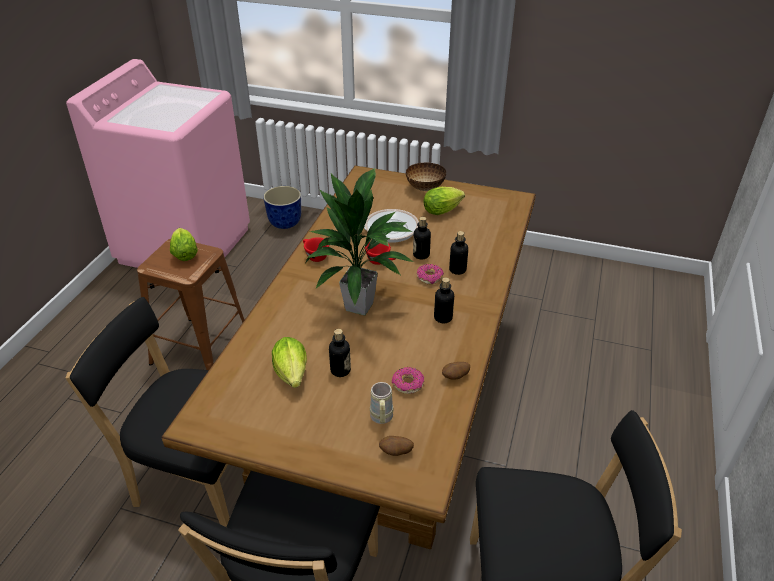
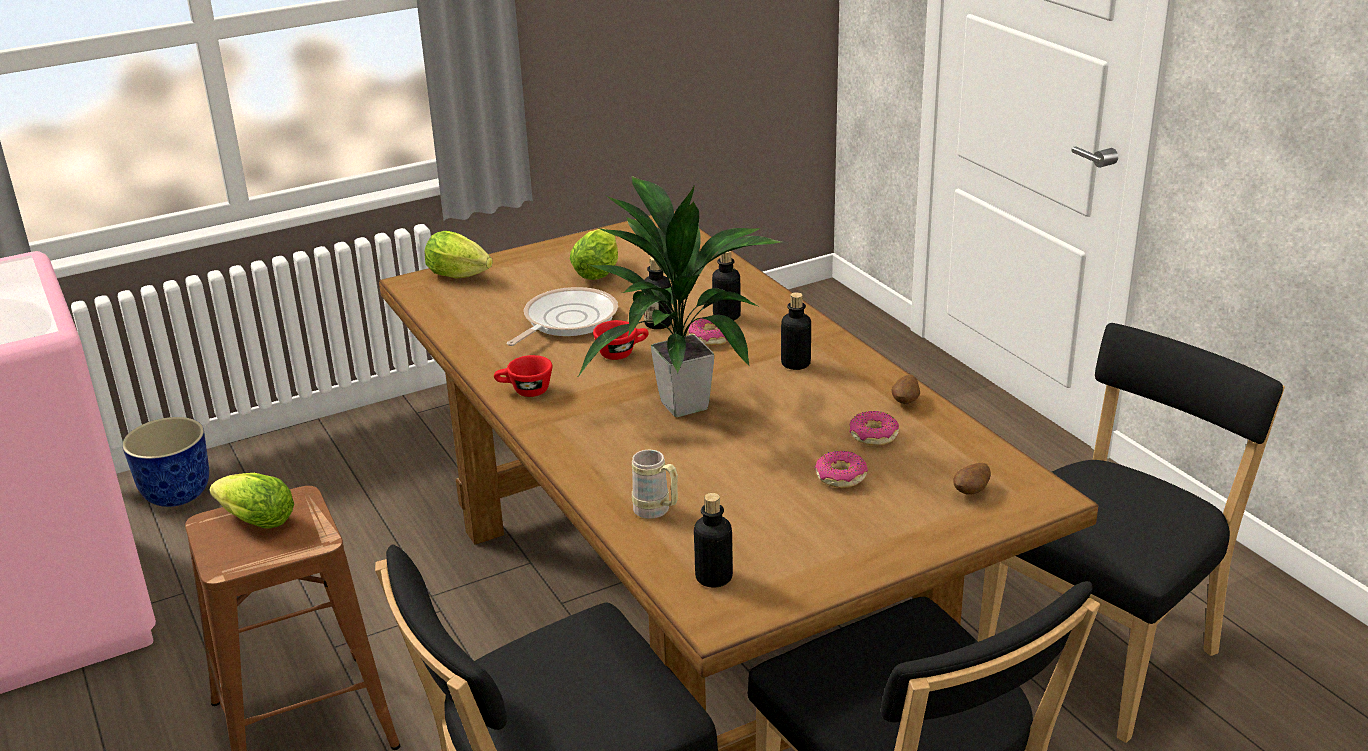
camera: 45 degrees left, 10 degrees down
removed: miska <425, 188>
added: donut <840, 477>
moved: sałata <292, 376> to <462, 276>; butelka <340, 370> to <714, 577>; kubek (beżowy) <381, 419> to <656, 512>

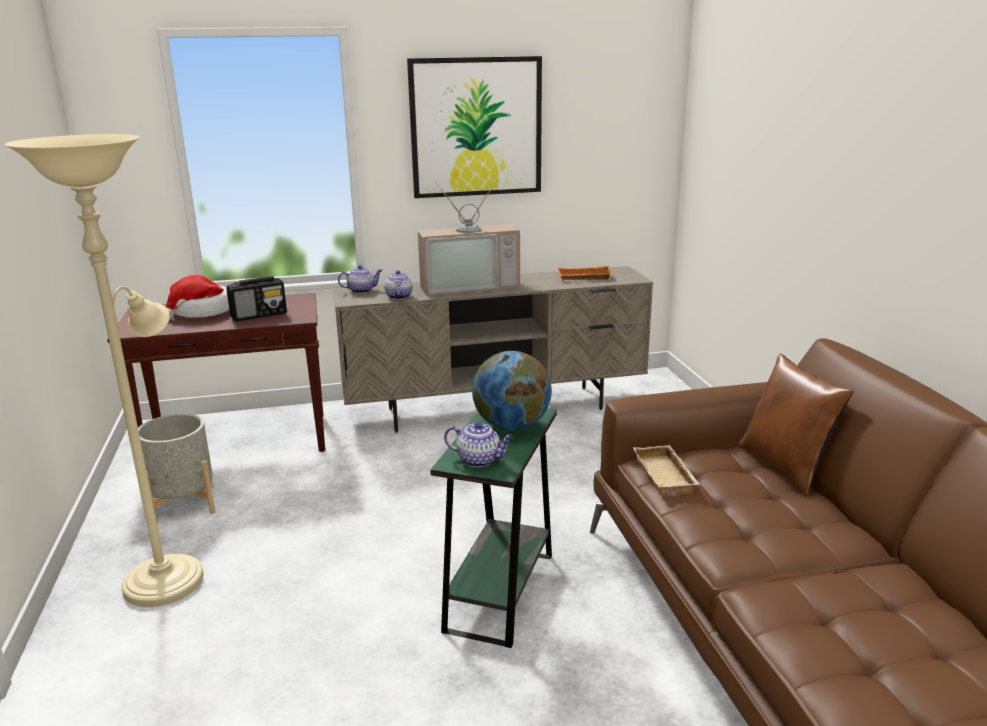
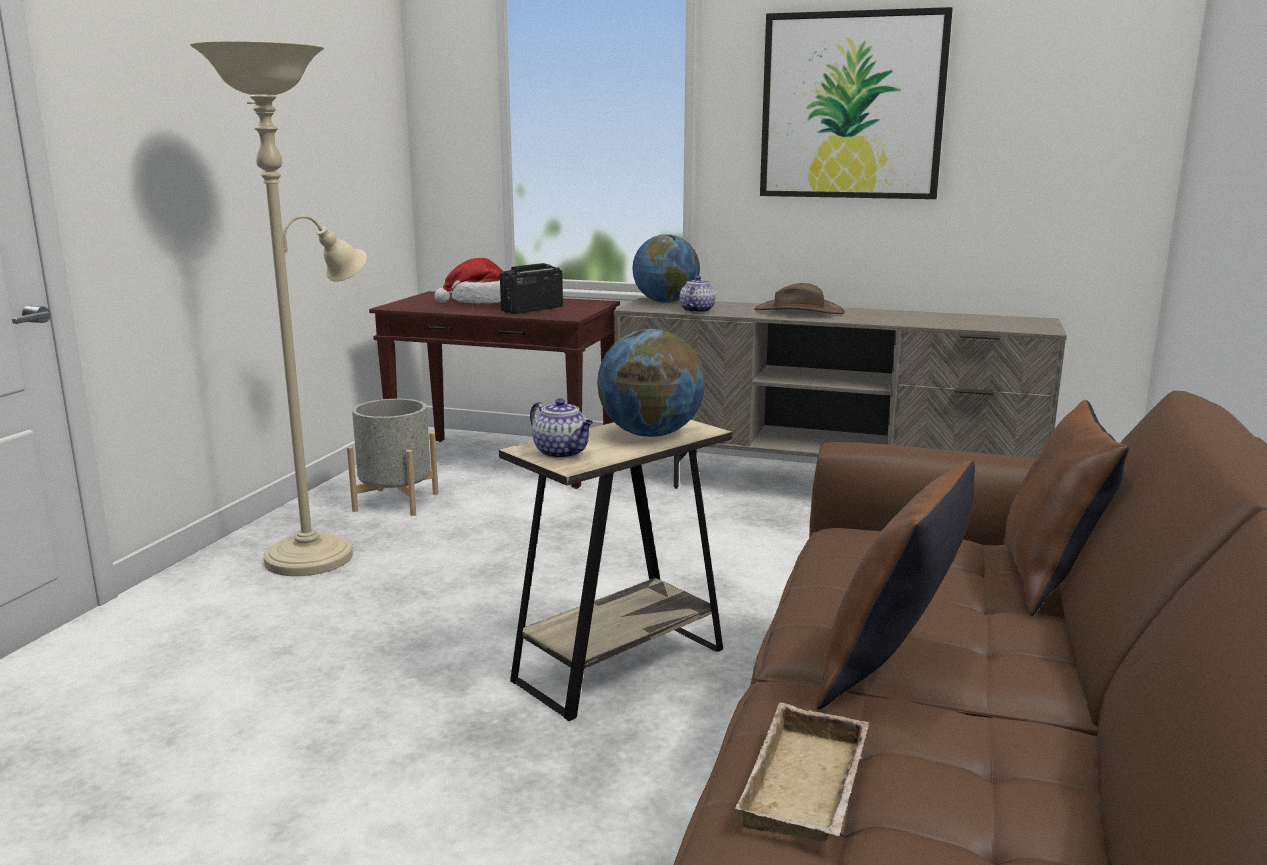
camera: 30 degrees right, 5 degrees down
removed: taca (pomarańczowy) <583, 278>
added: poduszka (brązowy) <891, 672>
moved: taca (beżowy) <666, 475> to <810, 787>
replaced: imbryk <362, 290> to globus <665, 302>; telewizor <469, 285> to kapelusz (brązowy) <799, 311>
recoloured: stolik (zielony) <500, 592> to stolik (beżowy) <620, 665>
turned: radio <259, 315> = <531, 309> 135 degrees clockwise

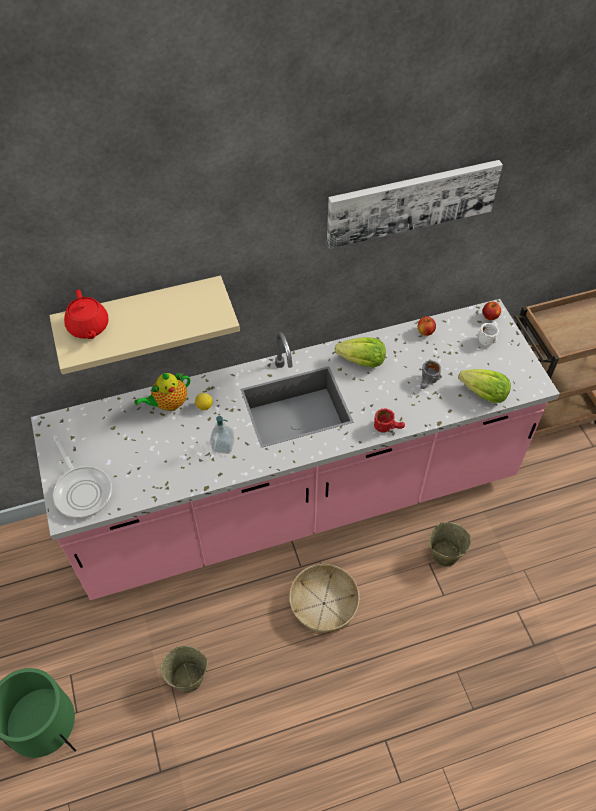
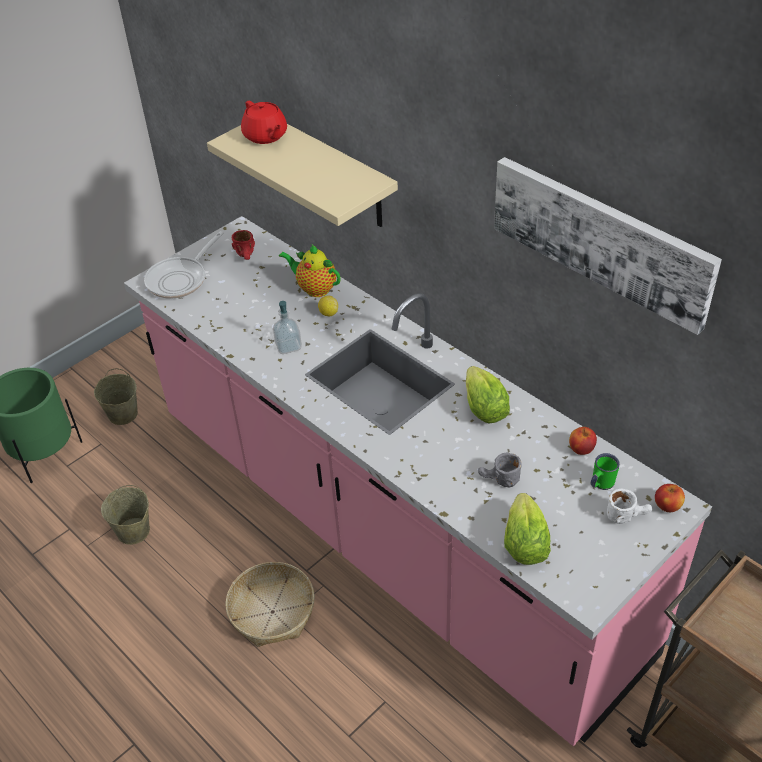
camera: 65 degrees right, 10 degrees down
added: kubek (zielony) <600, 484>
moved: kubek (czerwony) <388, 427> to <247, 256>; wiadro (beżowy) <444, 554> to <122, 414>
turned: imbryk (czerwony) <88, 327> = <265, 136> 75 degrees counterclockwise

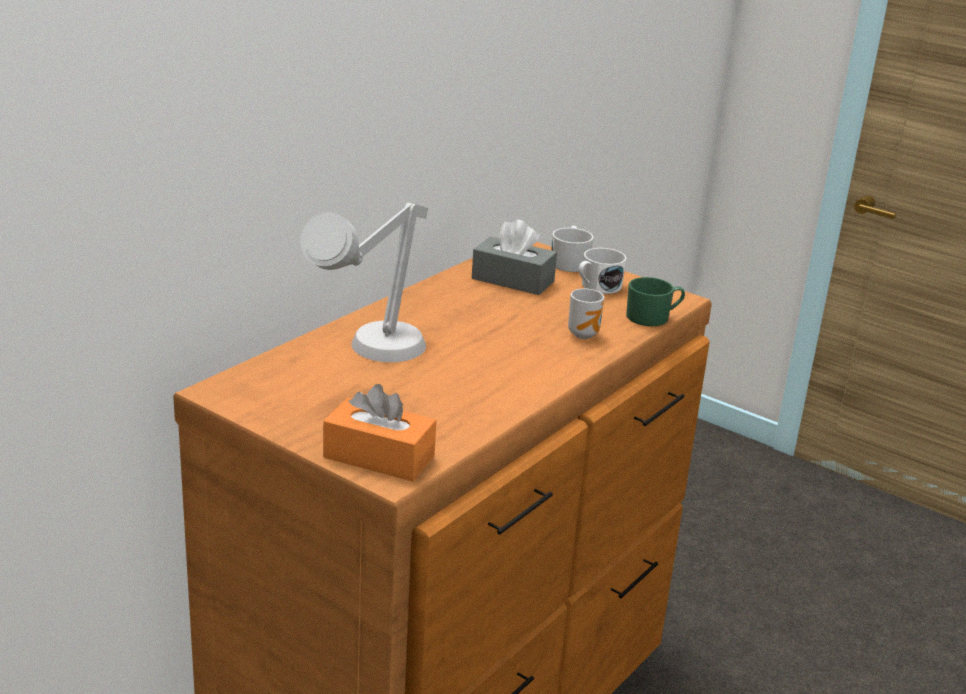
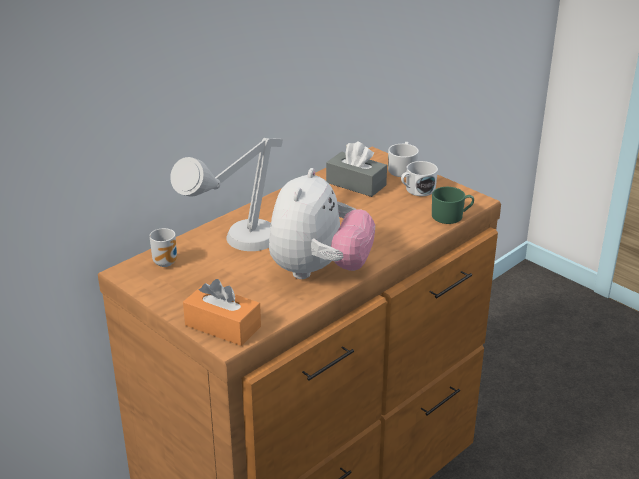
camera: 10 degrees right, 5 degrees up
added: pluszak <319, 271>
moved: kubek <585, 334> to <167, 262>

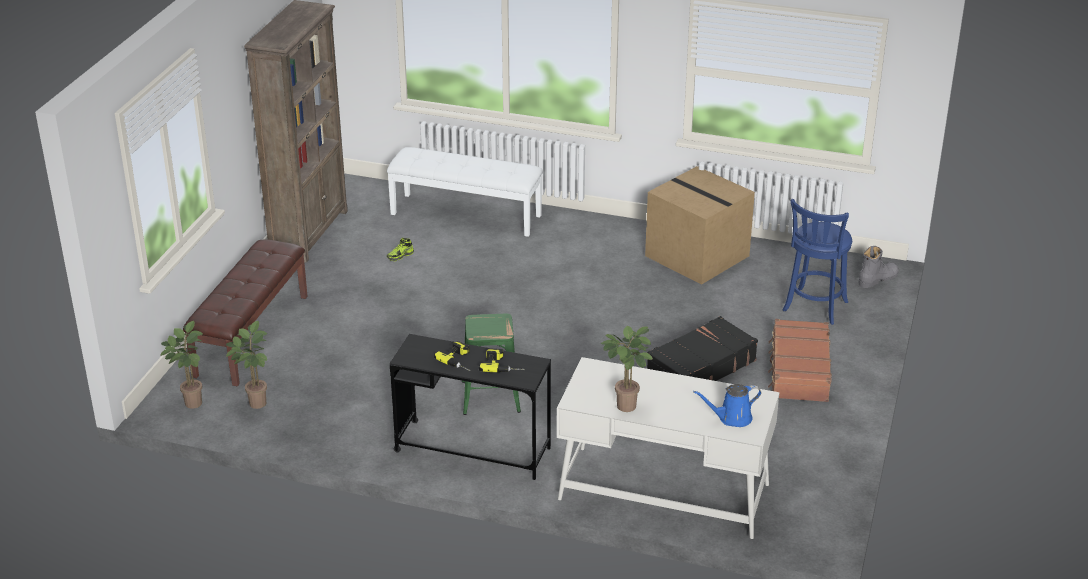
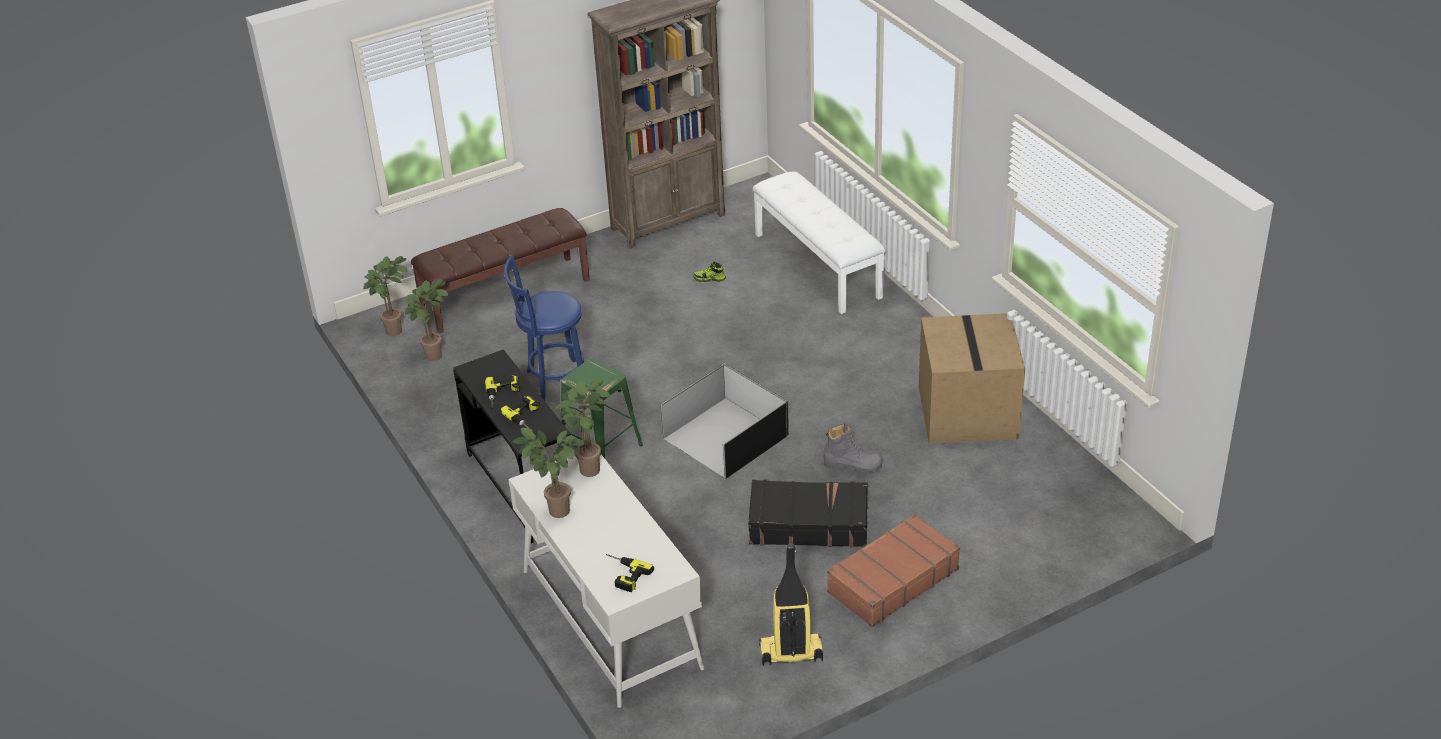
camera: 45 degrees right, 5 degrees up
added: roślina doniczkowa <589, 467>; pojemnik do przechowywania (czarny) <724, 436>; odkurzacz <790, 653>
moved: stołek (niebieski) <814, 308> to <554, 383>; but z cholewką (szary) <877, 279> to <853, 464>
replaced: konewka (niebieski) <731, 418> to wiertarka <622, 574>

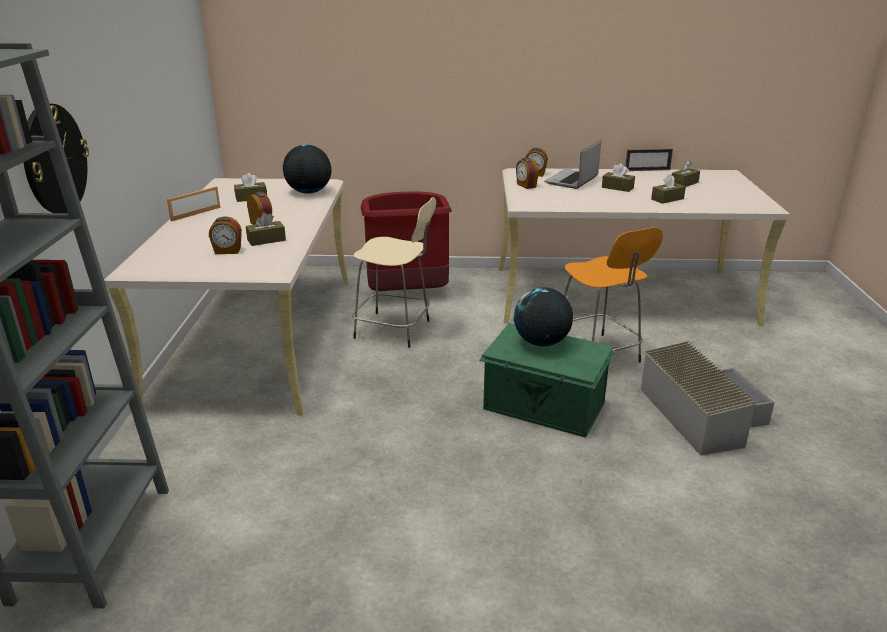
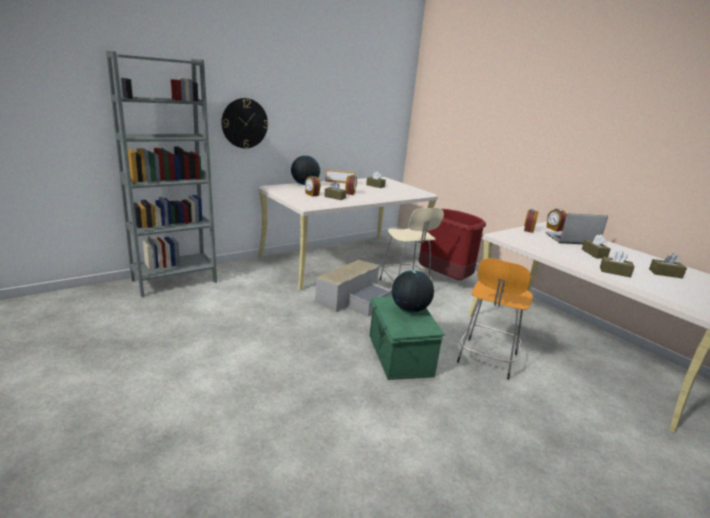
camera: 50 degrees right, 5 degrees down
removed: ramka na zdjęcie <647, 170>
moved: globus <308, 192> to <304, 184>; pojemnik do przechowywania (szary) <701, 413> to <354, 298>

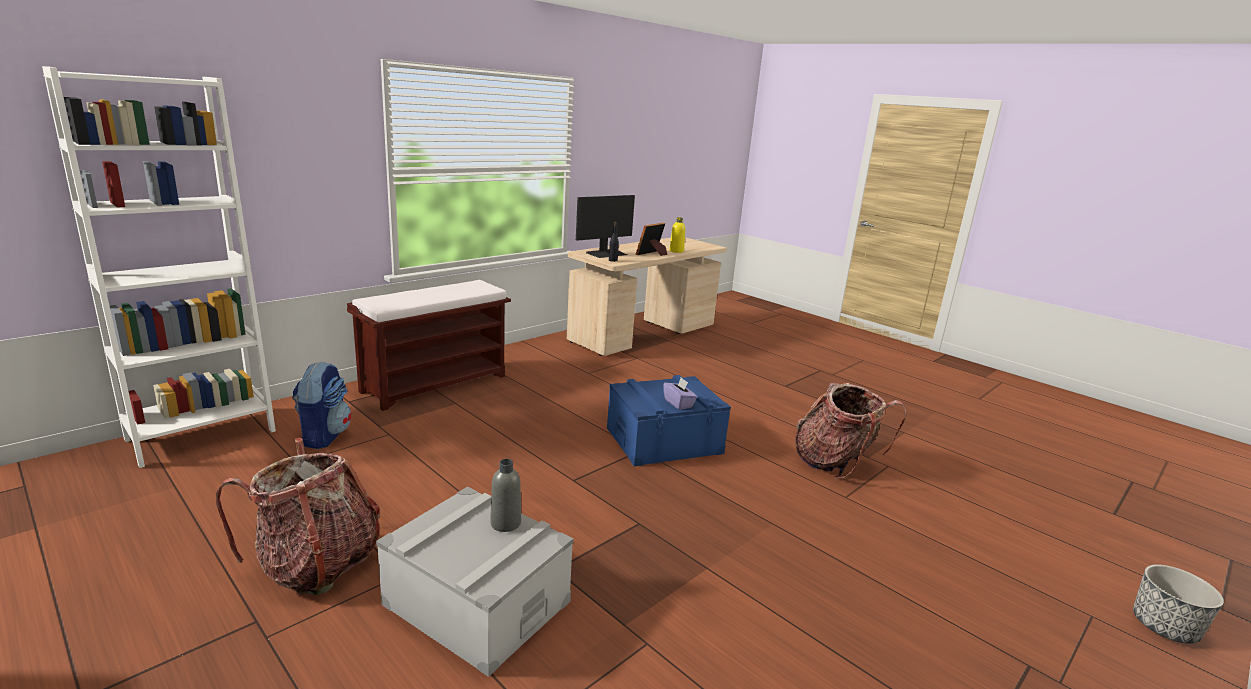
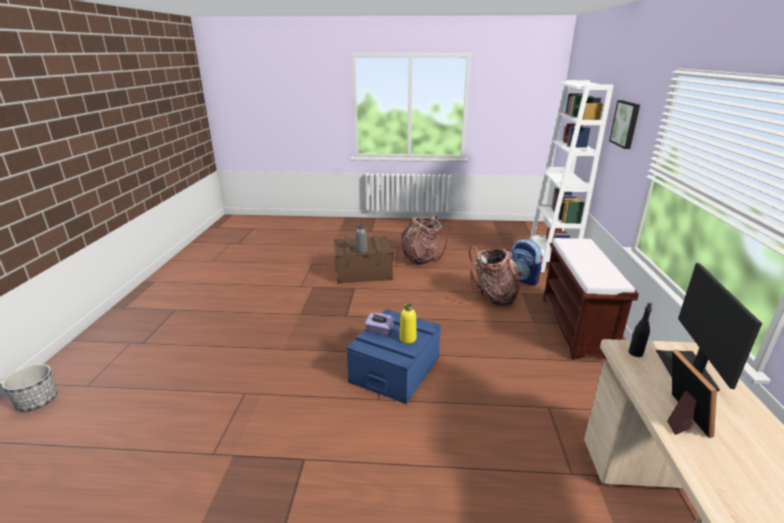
camera: 140 degrees right, 5 degrees up
added: obraz <626, 124>
moved: butelka (żółty) <676, 251> to <407, 338>; plecak <835, 463> to <493, 297>
recoloured: pojemnik do przechowywania (szary) <476, 603> to pojemnik do przechowywania (brązowy) <363, 271>

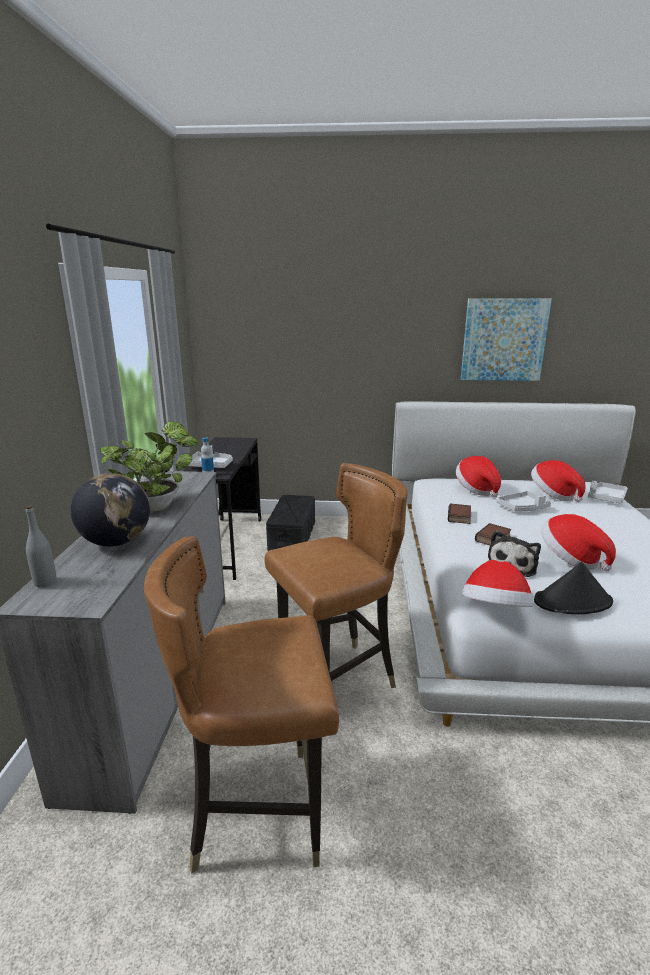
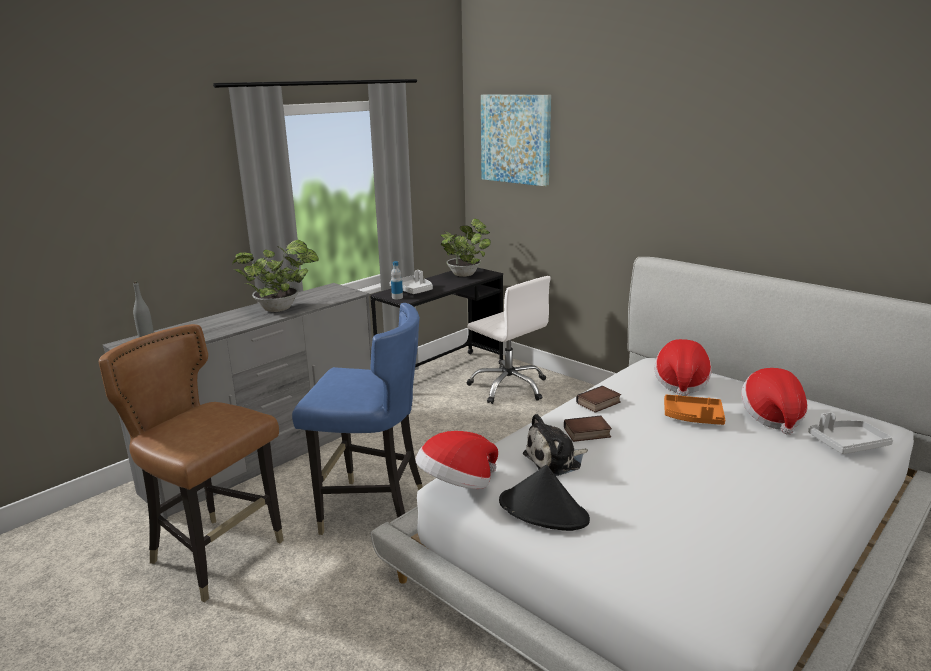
camera: 40 degrees right, 0 degrees up
removed: globus <116, 542>; kapelusz <570, 559>
added: roślina doniczkowa <465, 274>
moved: obraz <503, 340> to <516, 139>
replaced: pojemnik do przechowywania (czarny) <292, 536> to krzesło biurowe (biały) <509, 387>
recoloured: krzesło (brązowy) <336, 681> to krzesło (niebieski) <371, 510>; taca (szary) <522, 508> to taca (pomarańczowy) <693, 417>

